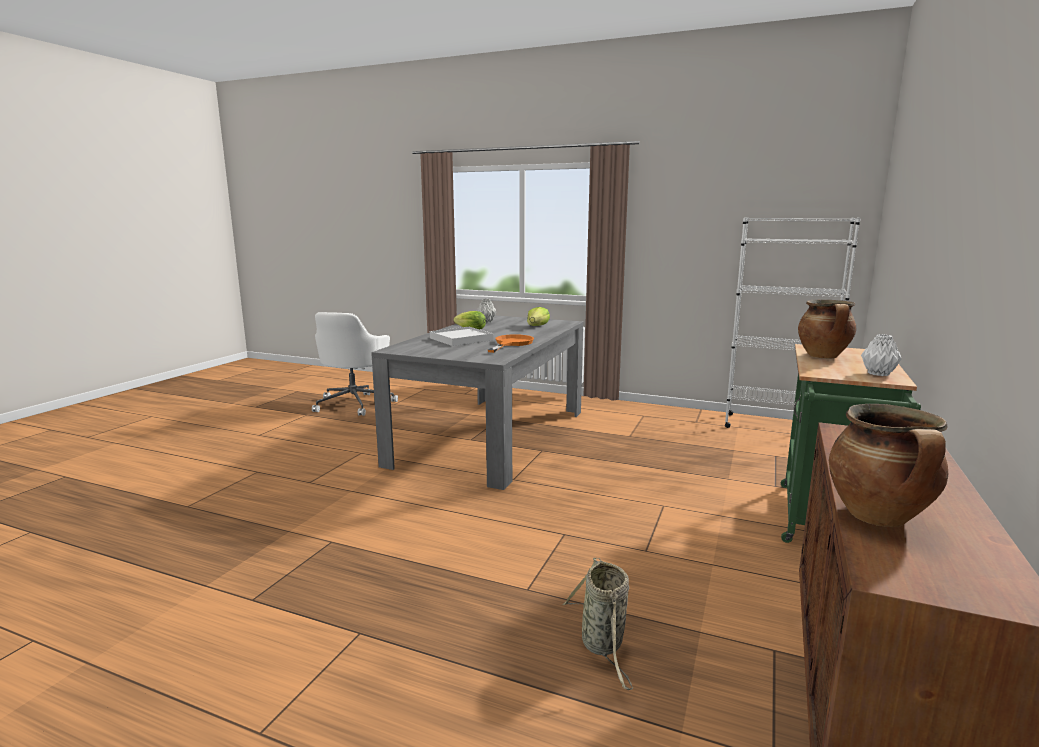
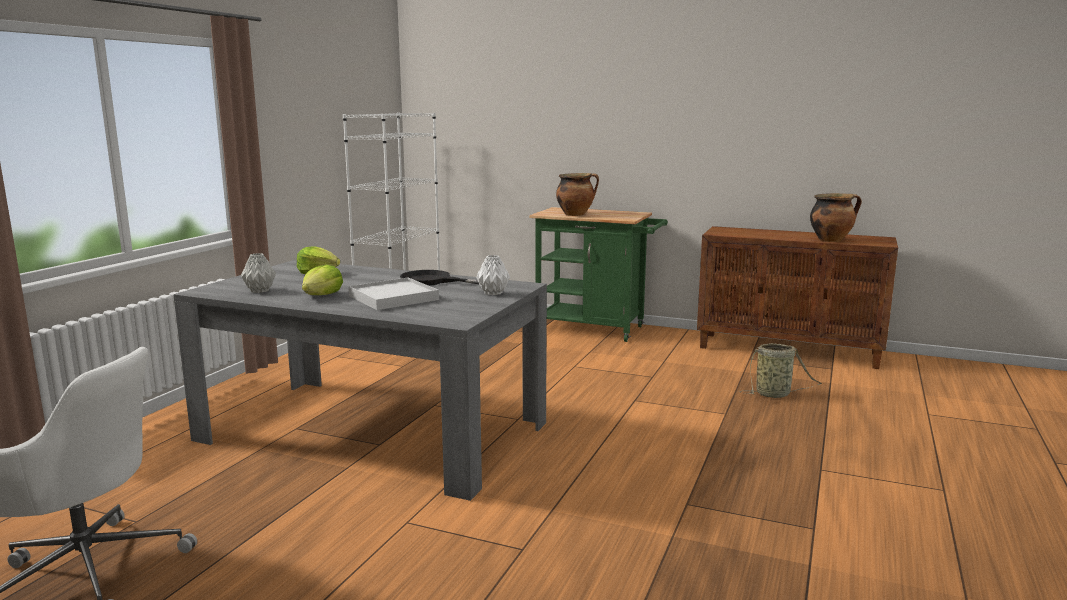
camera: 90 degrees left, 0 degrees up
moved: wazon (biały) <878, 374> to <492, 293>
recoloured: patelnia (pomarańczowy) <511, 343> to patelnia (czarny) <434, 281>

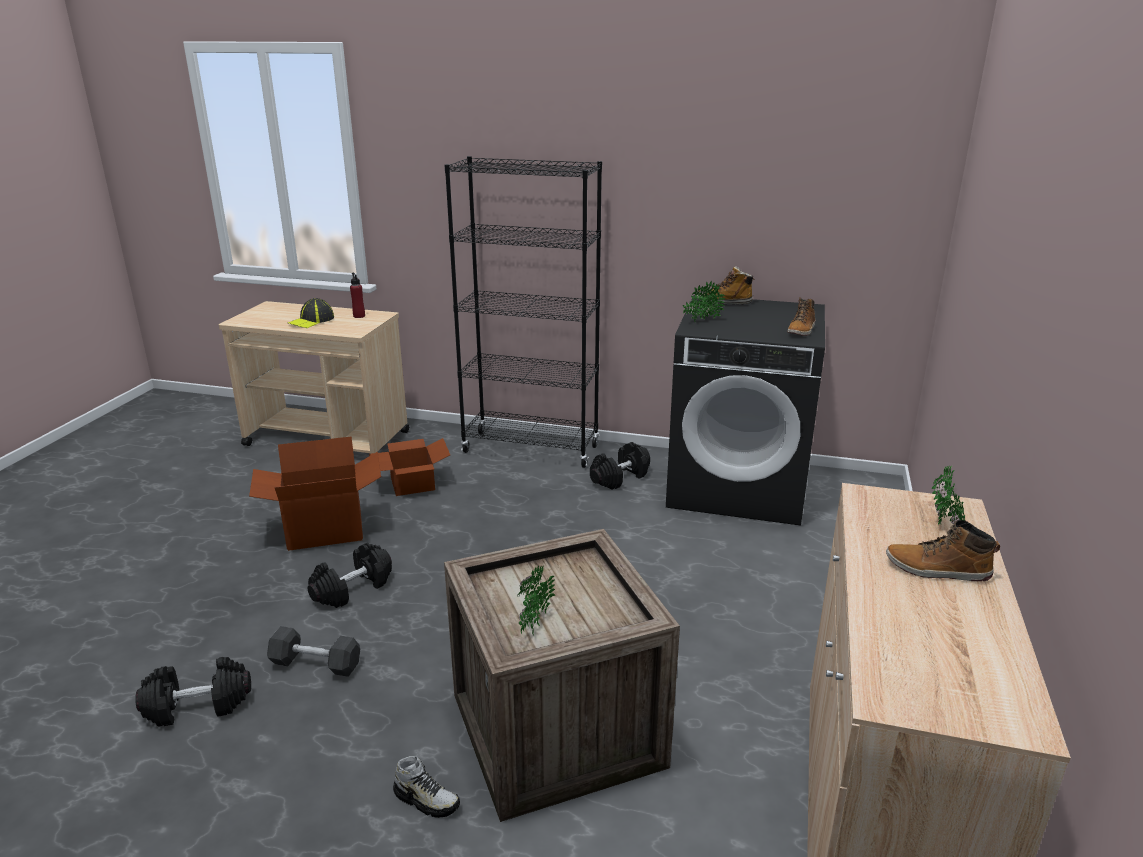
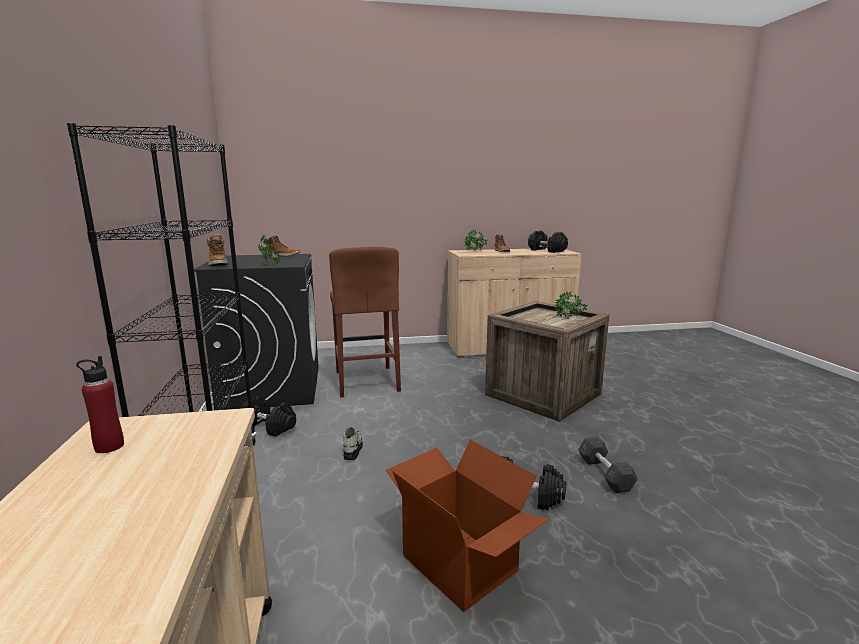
camera: 115 degrees left, 10 degrees down
removed: czapka z daszkiem <311, 321>; karton <411, 483>
added: stołek (brązowy) <366, 381>
moved: hantel (czarny) <198, 705> to <546, 250>; but <427, 800> to <352, 449>

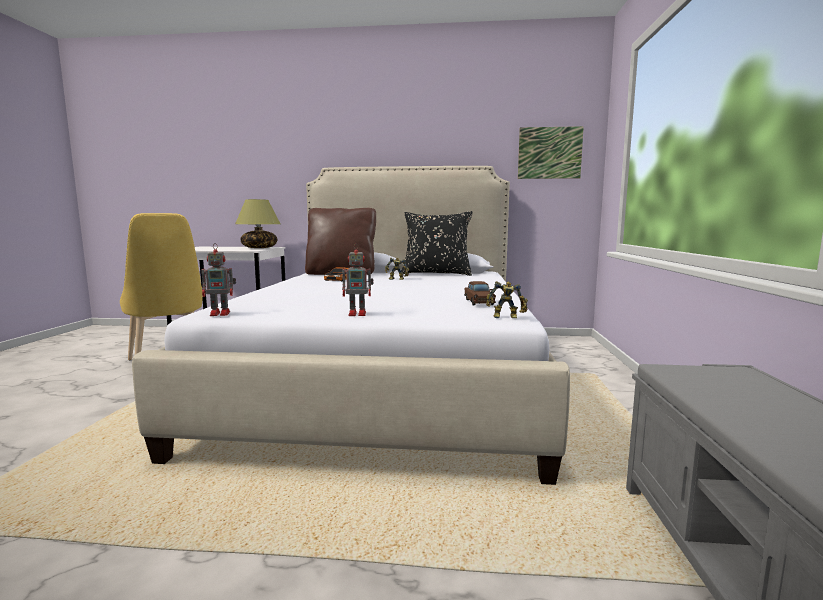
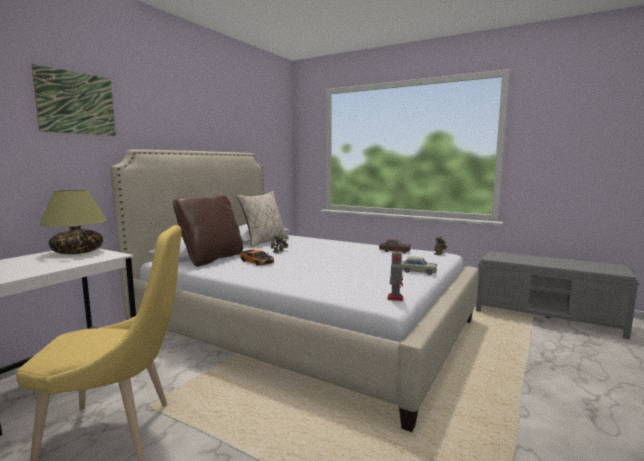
camera: 65 degrees left, 0 degrees up
moved: obraz <549, 153> to <76, 103>
replaced: robot zabawkowy <358, 314> to samochodzik (beżowy) <417, 271>
recoloured: poduszka (czarny) <436, 274> to poduszka (beżowy) <264, 242>

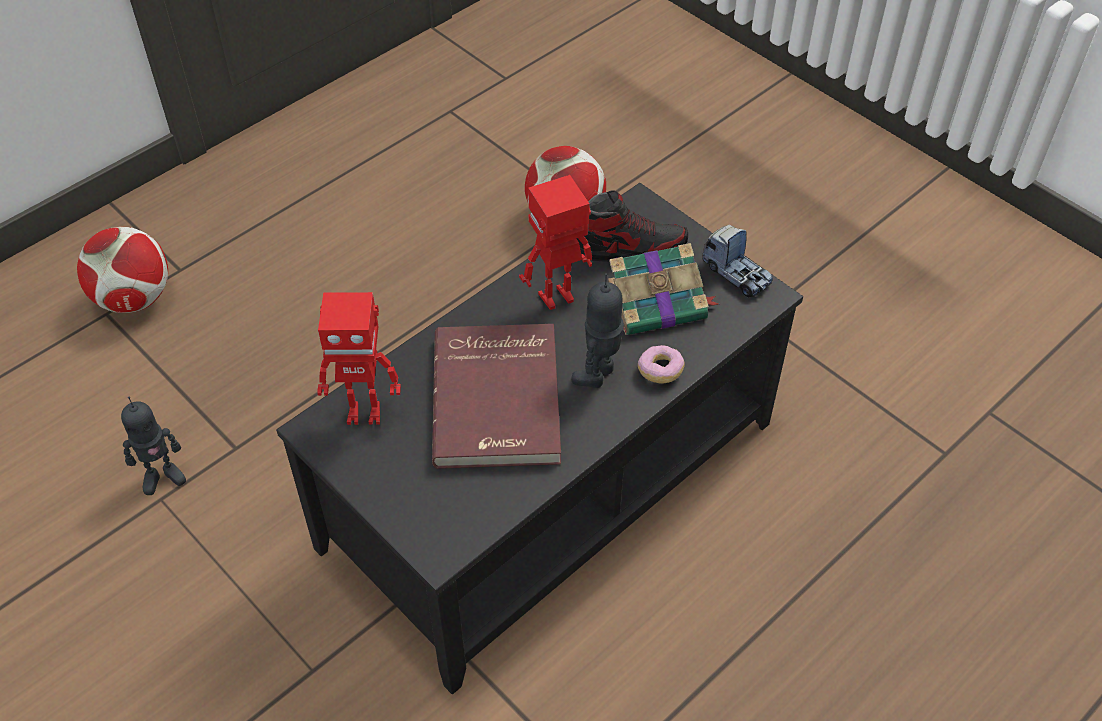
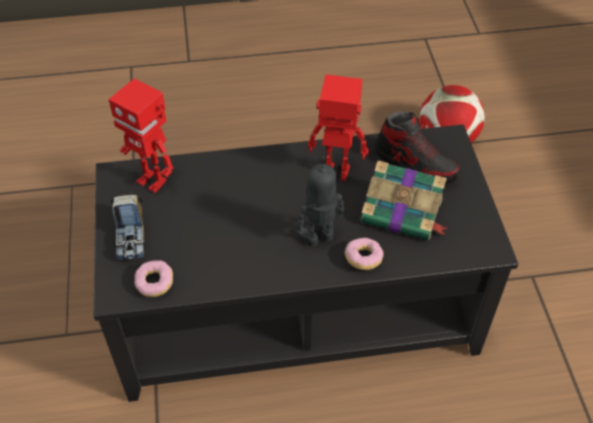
camera: 35 degrees right, 0 degrees up
removed: piłka futbolowa <134, 298>; robot zabawkowy <162, 476>; książka (czerwony) <500, 399>
added: donut <155, 283>
moved: ciężarówka zabawkowa <736, 274> to <131, 237>

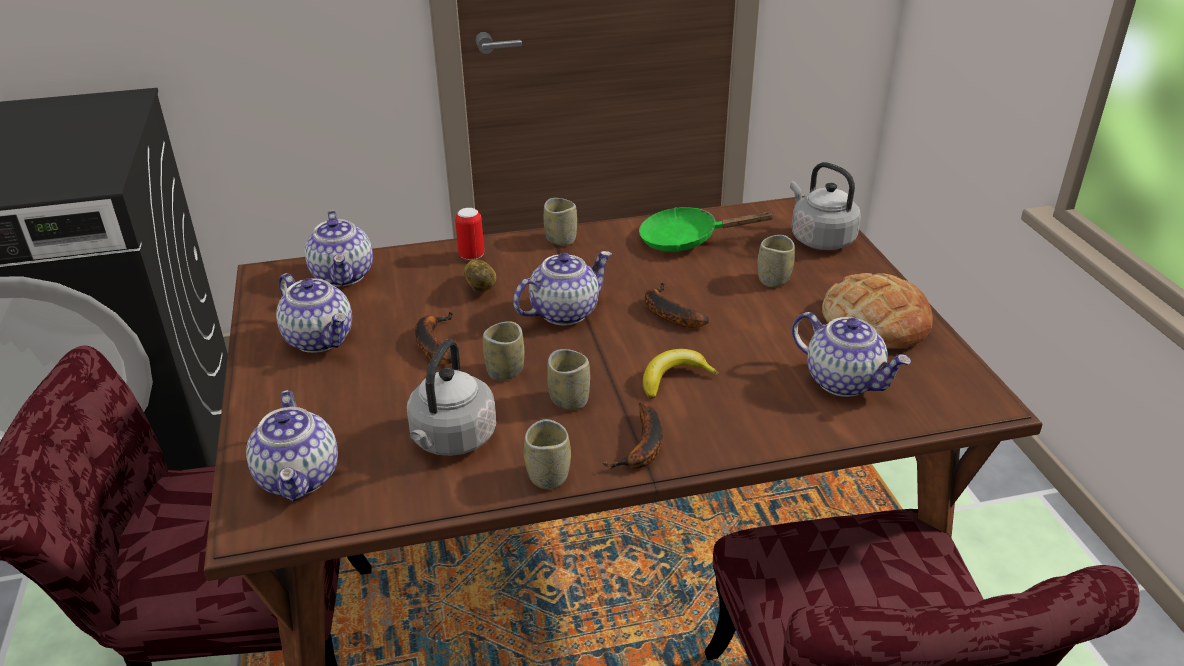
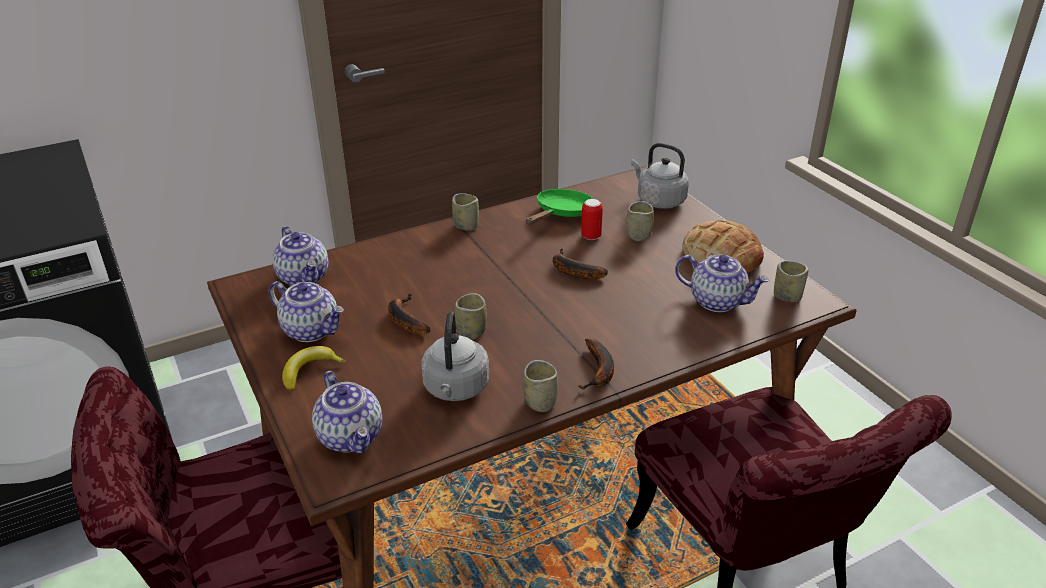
camera: 15 degrees left, 0 degrees up
removed: ziemniak <481, 287>; imbryk <564, 312>
moved: puszka <471, 256> to <591, 236>; filiżanka <569, 400> to <787, 296>; banan <674, 379> to <309, 371>
turned: patelnia (zielony) <686, 240> = <562, 214> 135 degrees clockwise

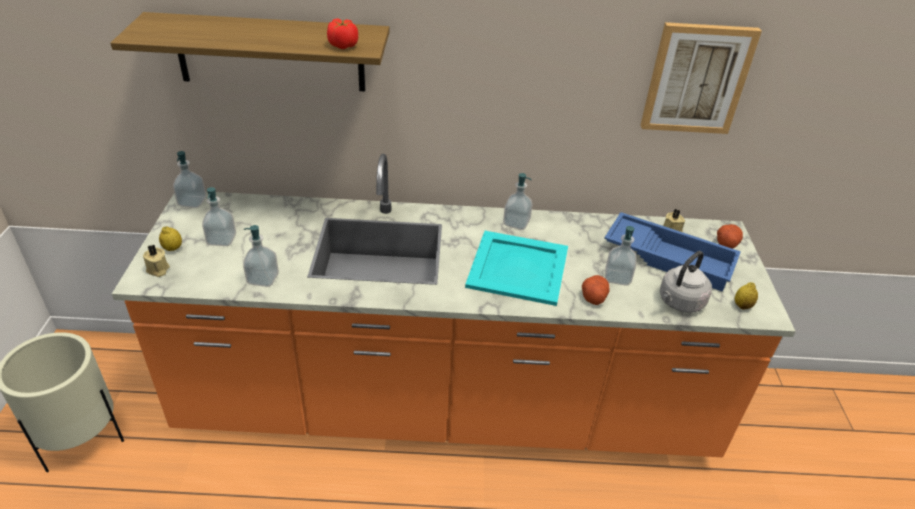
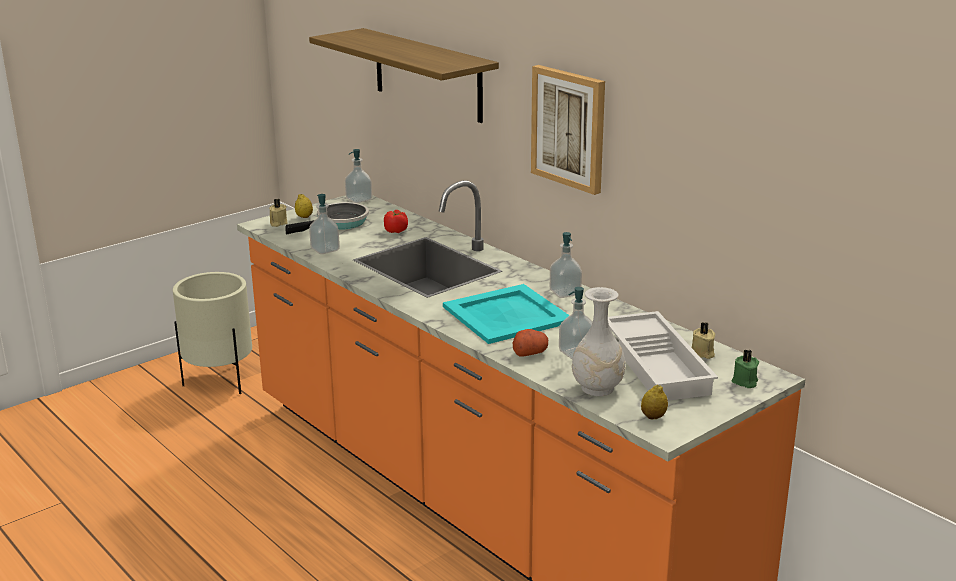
camera: 50 degrees right, 15 degrees down
moved: pomidor <343, 45> to <396, 230>; obraz <696, 78> to <569, 128>
replaced: dozownik mydła <221, 239> to patelnia <339, 223>; czajnik (szary) <679, 302> to wazon (biały) <597, 388>; ziemniak <726, 243> to świeca (zielony) <745, 382>
recoloured: taca (niebieski) <670, 257> to taca (biały) <658, 364>

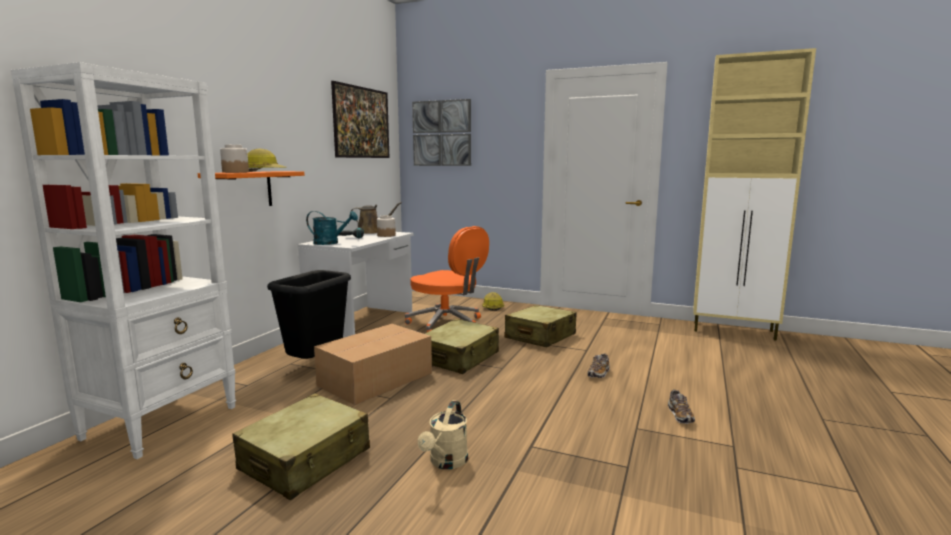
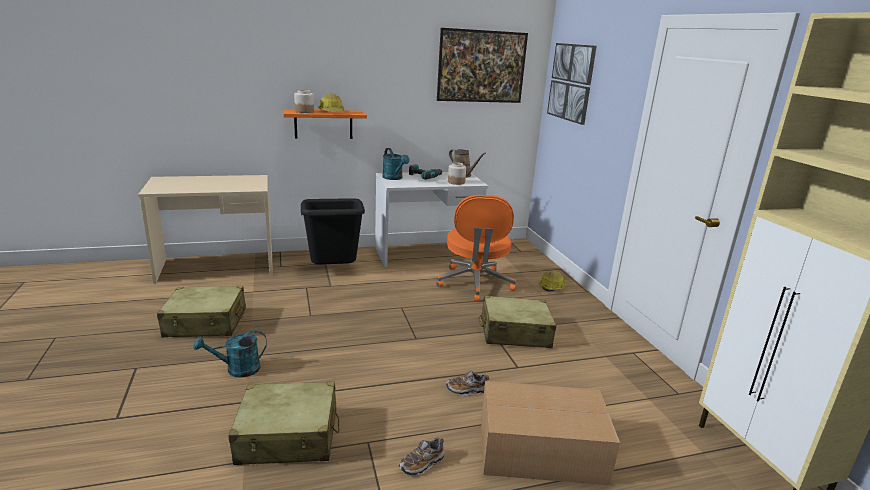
camera: 50 degrees right, 10 degrees up
moved: karton <374, 379> to <539, 449>; walizka (beżowy) <459, 357> to <288, 436>
replaced: regał (biały) <162, 422> to biurko (beżowy) <216, 267>
recoloured: konewka (beżowy) <446, 462> to konewka (turkusowy) <237, 370>

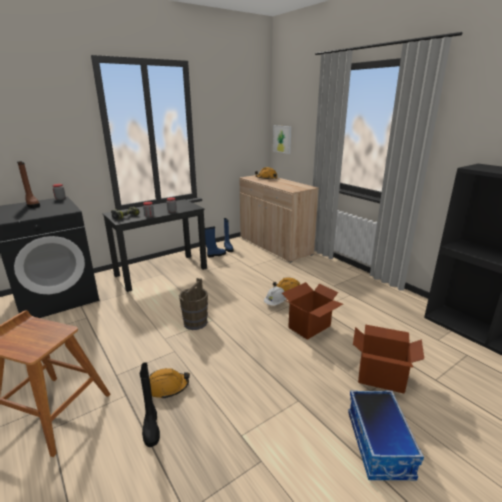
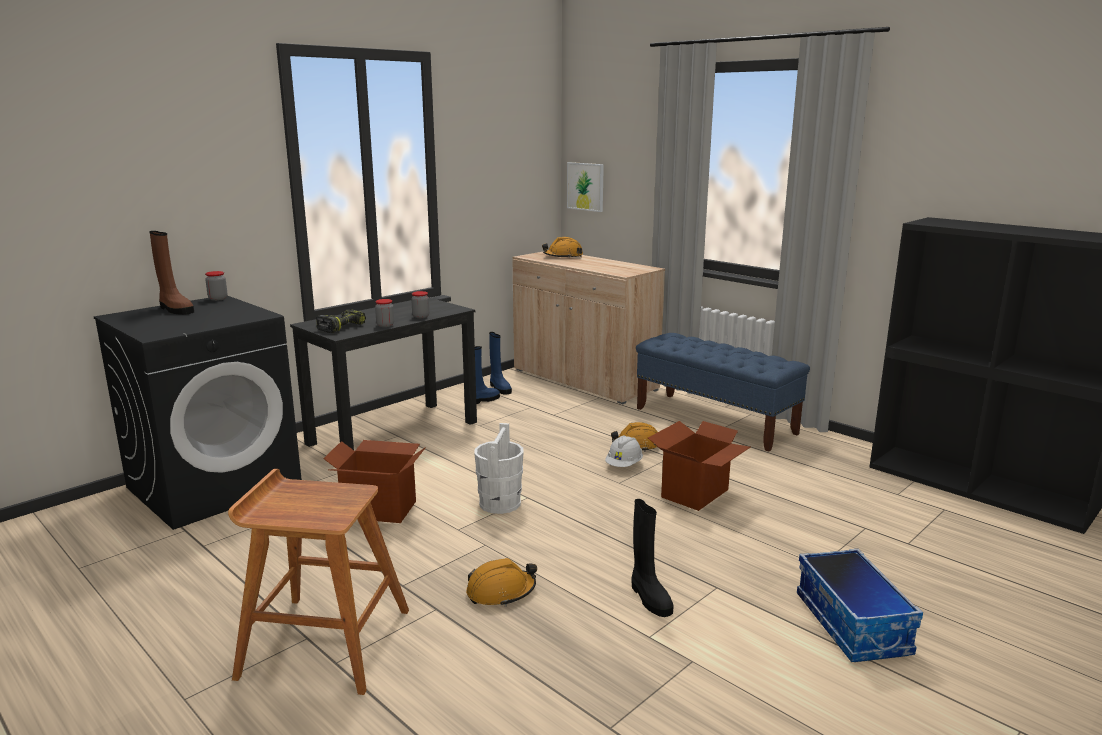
camera: 10 degrees left, 5 degrees down
added: ławka (niebieski) <715, 421>
moved: but z cholewką (czarny) <151, 427> to <649, 598>; karton <381, 376> to <379, 509>
recoloured: wiadro (brązowy) <195, 323> to wiadro (biały) <499, 504>

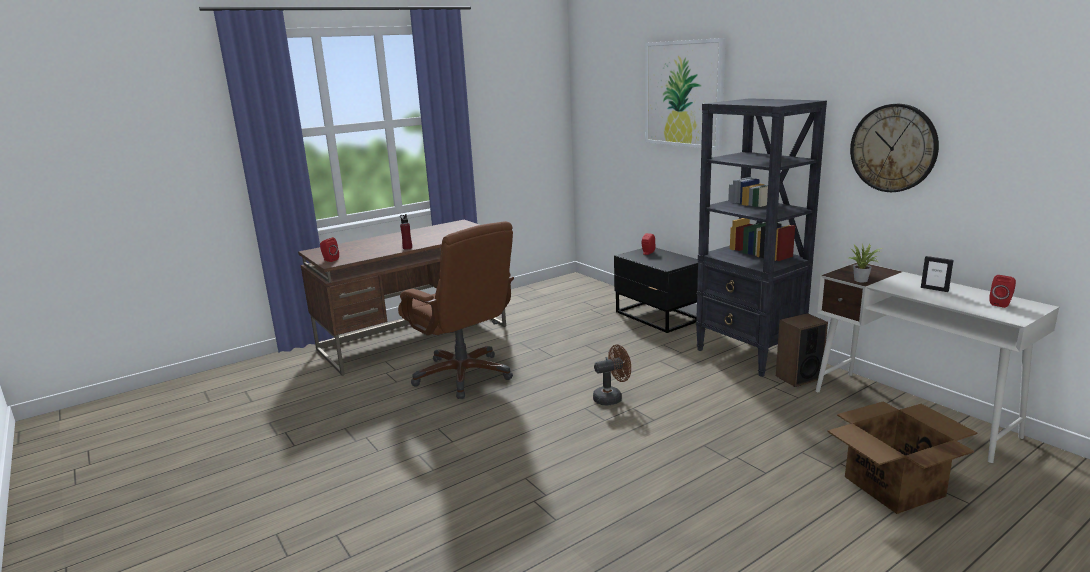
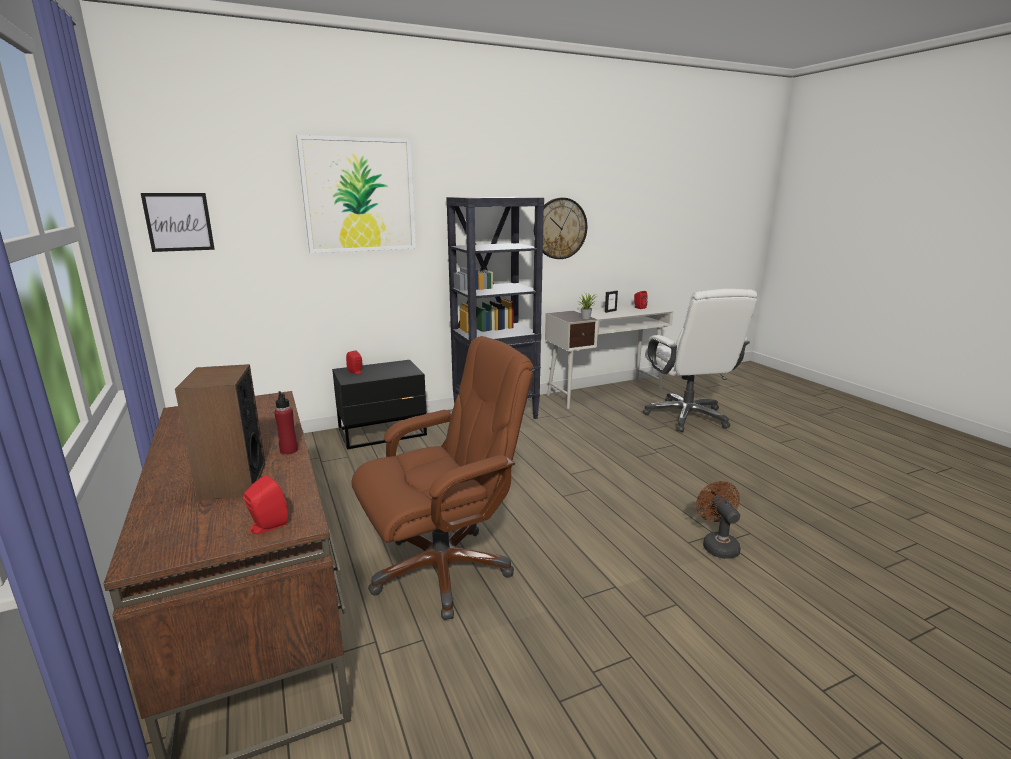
camera: 80 degrees left, 0 degrees up
added: obraz <179, 222>
moved: wentylator (brązowy) <612, 398> to <717, 545>; głośnik <798, 377> to <232, 481>
replaced: karton <892, 486> to krzesło biurowe (biały) <687, 417>

